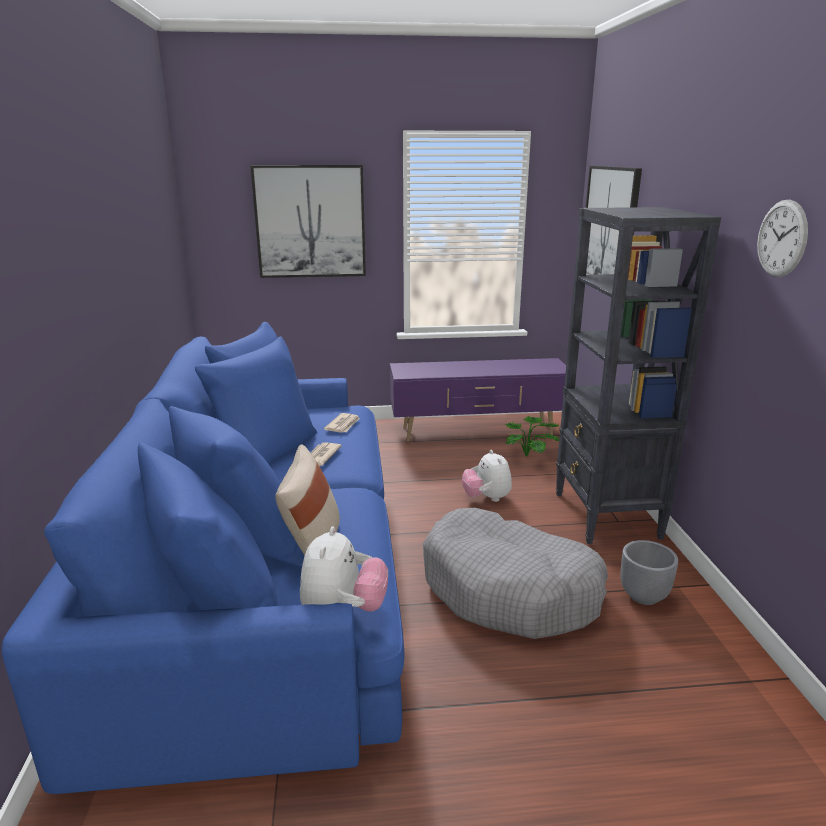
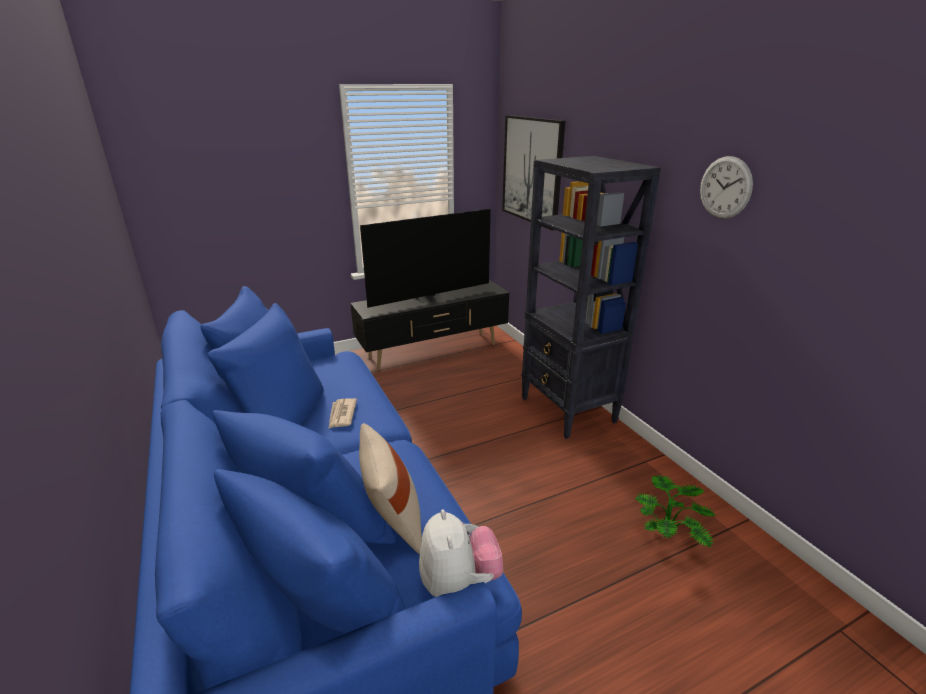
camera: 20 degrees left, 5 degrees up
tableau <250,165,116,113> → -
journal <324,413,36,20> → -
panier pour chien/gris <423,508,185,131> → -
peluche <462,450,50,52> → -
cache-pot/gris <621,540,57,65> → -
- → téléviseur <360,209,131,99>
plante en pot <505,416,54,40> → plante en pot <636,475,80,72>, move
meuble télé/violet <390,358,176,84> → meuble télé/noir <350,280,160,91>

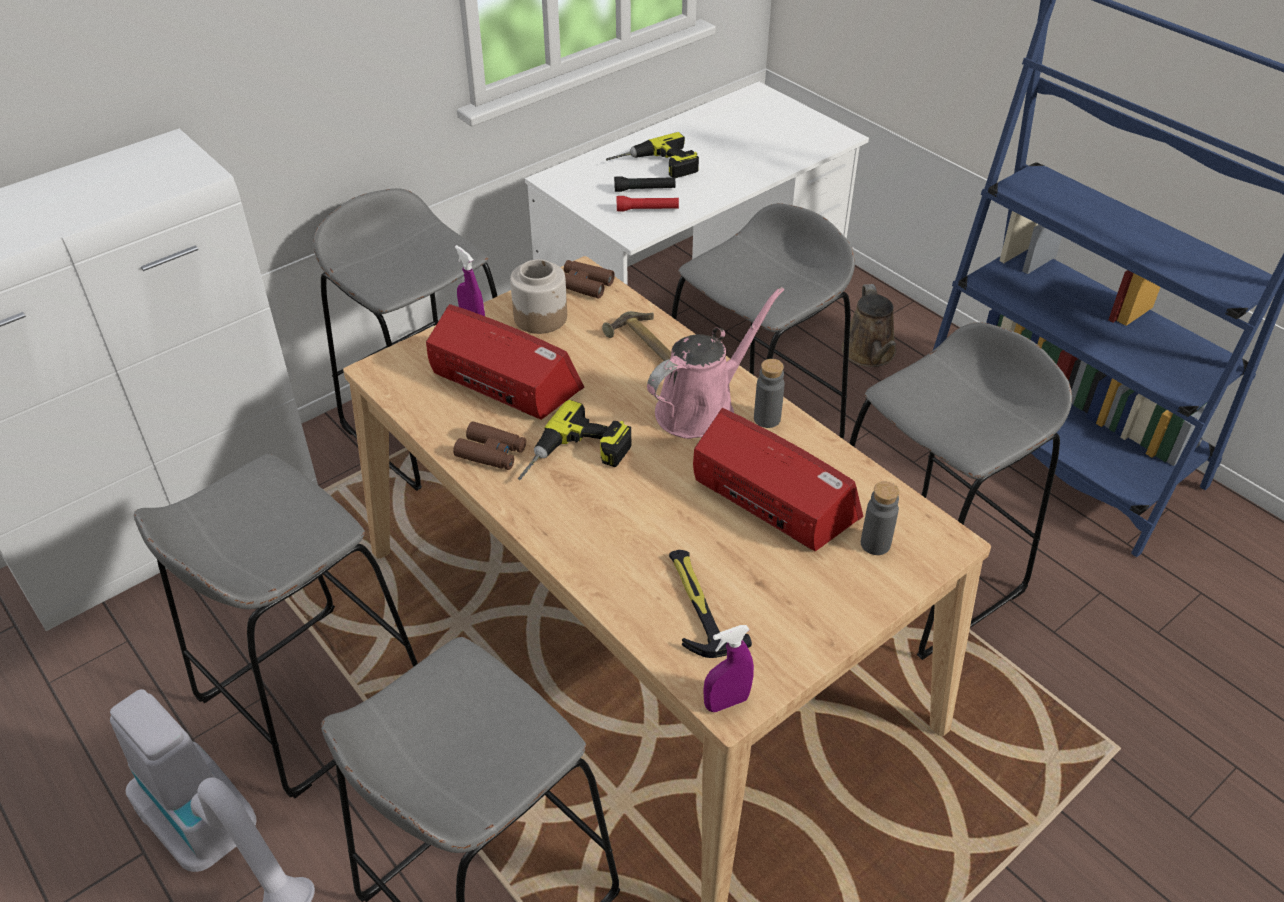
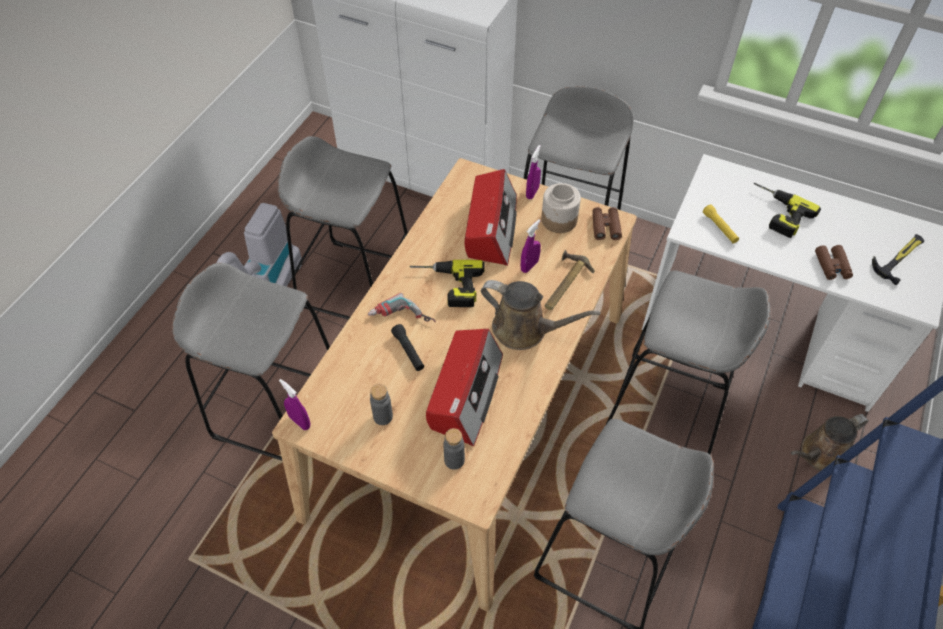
camera: 65 degrees right, 10 degrees up
- → perceuse <368,293,68,29>
- → vaporisateur/violet <520,219,21,54>
jumelles/marron <453,421,73,49> → jumelles/marron <815,245,38,35>, move
lampe de poche/noir <614,176,61,16> → lampe de poche/noir <391,324,33,47>, move
marteau <669,550,83,108> → marteau <872,234,52,51>, move
bouteille/gris <754,359,31,69> → bouteille/gris <370,384,23,41>, move
lampe de poche/rouge <617,196,62,15> → lampe de poche/jaune <703,205,36,39>
arrosoir/rose <647,287,137,152> → arrosoir/marron <481,280,120,70>

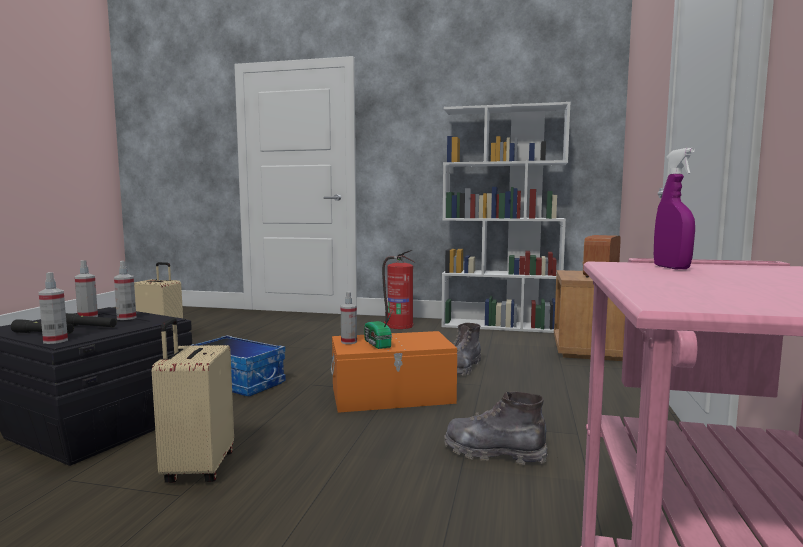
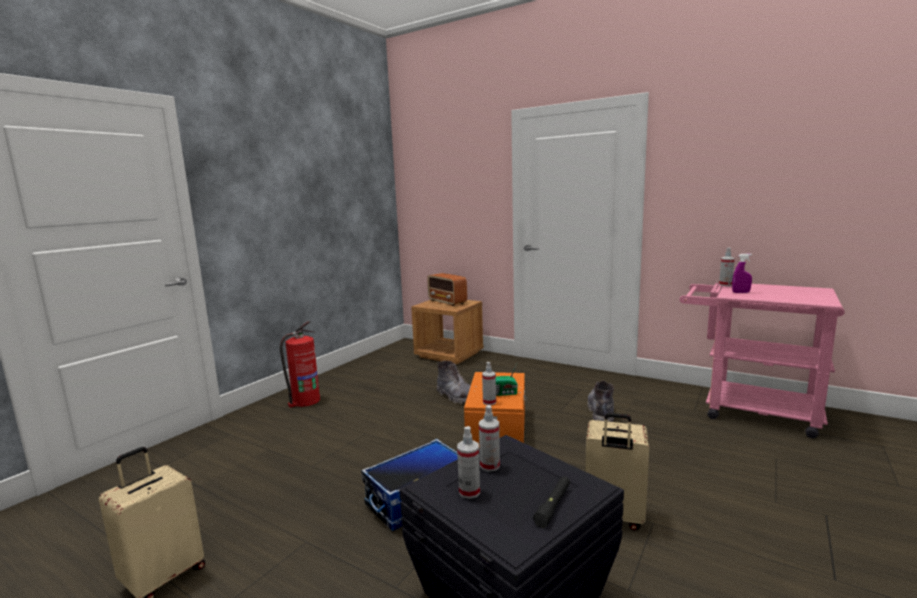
camera: 70 degrees left, 5 degrees up
lampe de poche/noir <66,313,51,14> → -
bibliothèque/blanc <441,102,130,231> → -
vaporisateur <39,272,29,72> → vaporisateur <719,248,16,38>, move
botte/gris <444,392,104,73> → botte/gris <587,380,27,42>, 150 degrees clockwise

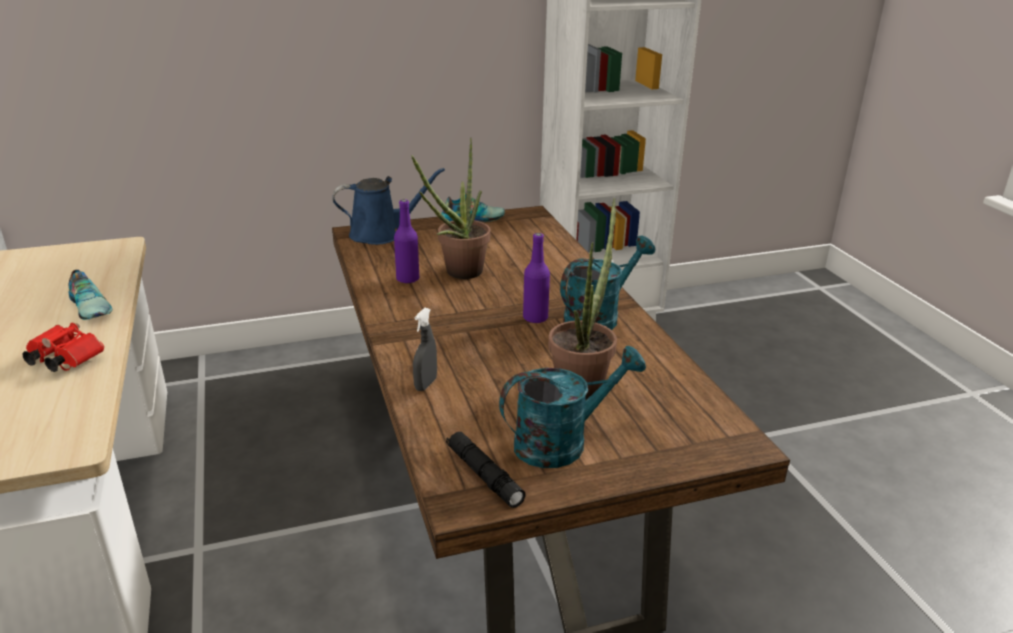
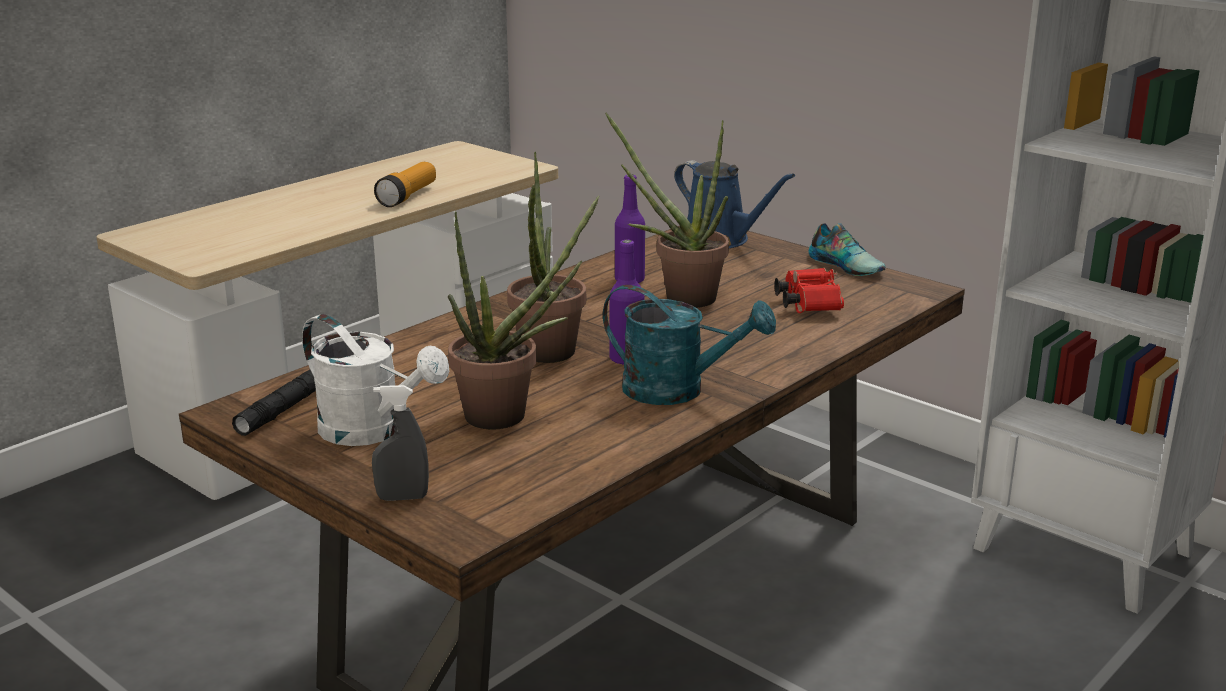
camera: 60 degrees right, 5 degrees down
- → plante en pot <507,152,79,211>
jumelles/rouge <22,323,82,49> → jumelles/rouge <774,268,70,45>, move
vaporisateur/gris <413,308,24,83> → vaporisateur/gris <372,385,57,116>, move
chaussure <68,270,45,50> → lampe de poche <374,162,62,45>
arrosoir/turquoise <499,346,147,122> → arrosoir/blanc <302,314,147,132>

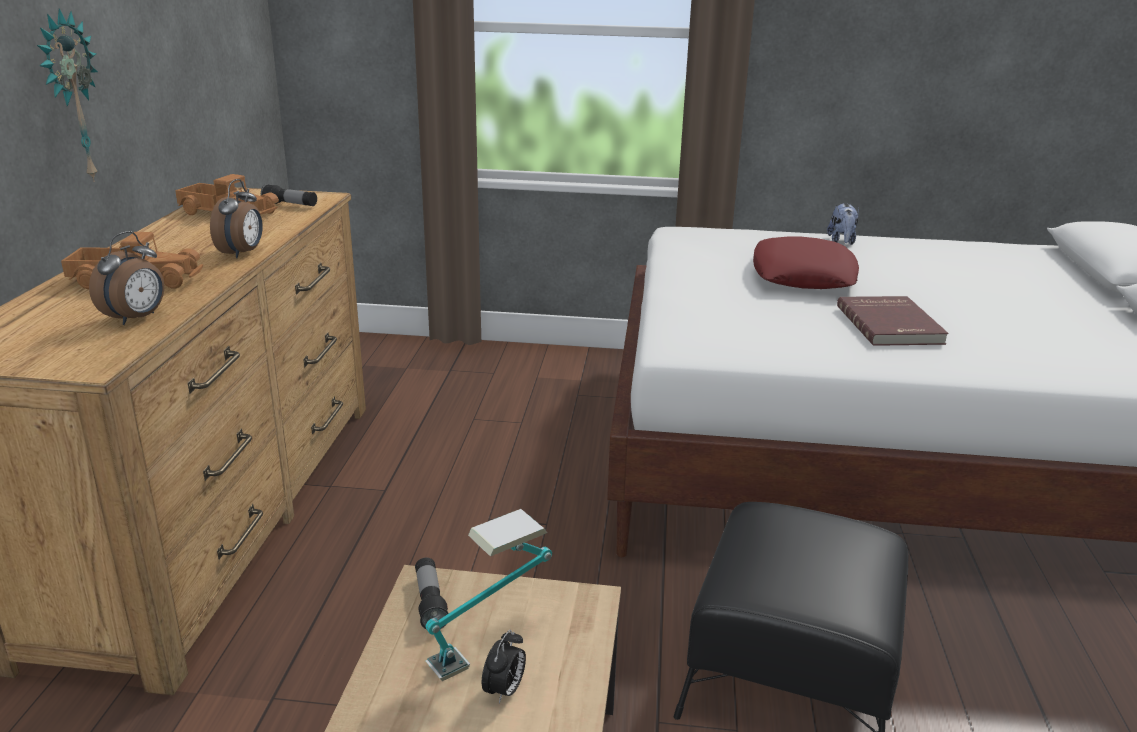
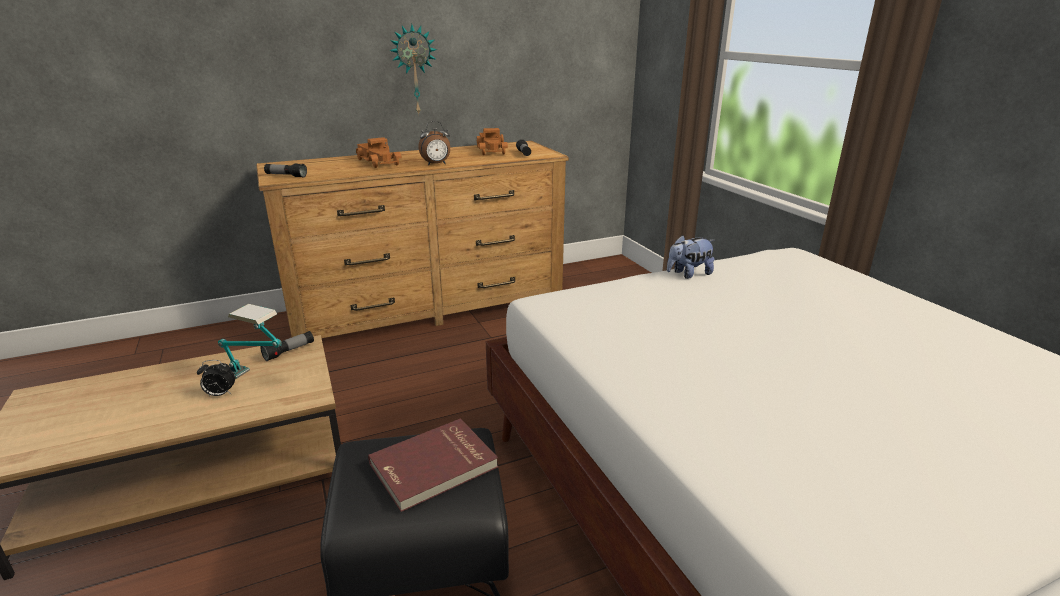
camera: 60 degrees right, 0 degrees up
réveil <89,231,75,94> → -
coussin/rouge <753,236,106,53> → -
- → lampe de poche <264,164,43,13>
peluche <827,203,32,42> → peluche <667,235,47,44>, move
livre/rouge <837,296,112,50> → livre/rouge <368,418,130,94>, move

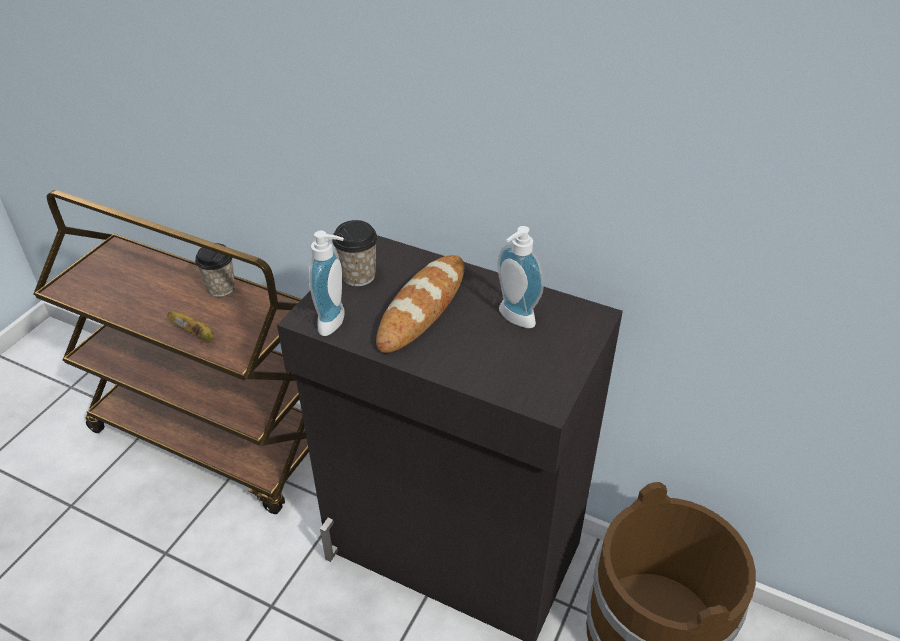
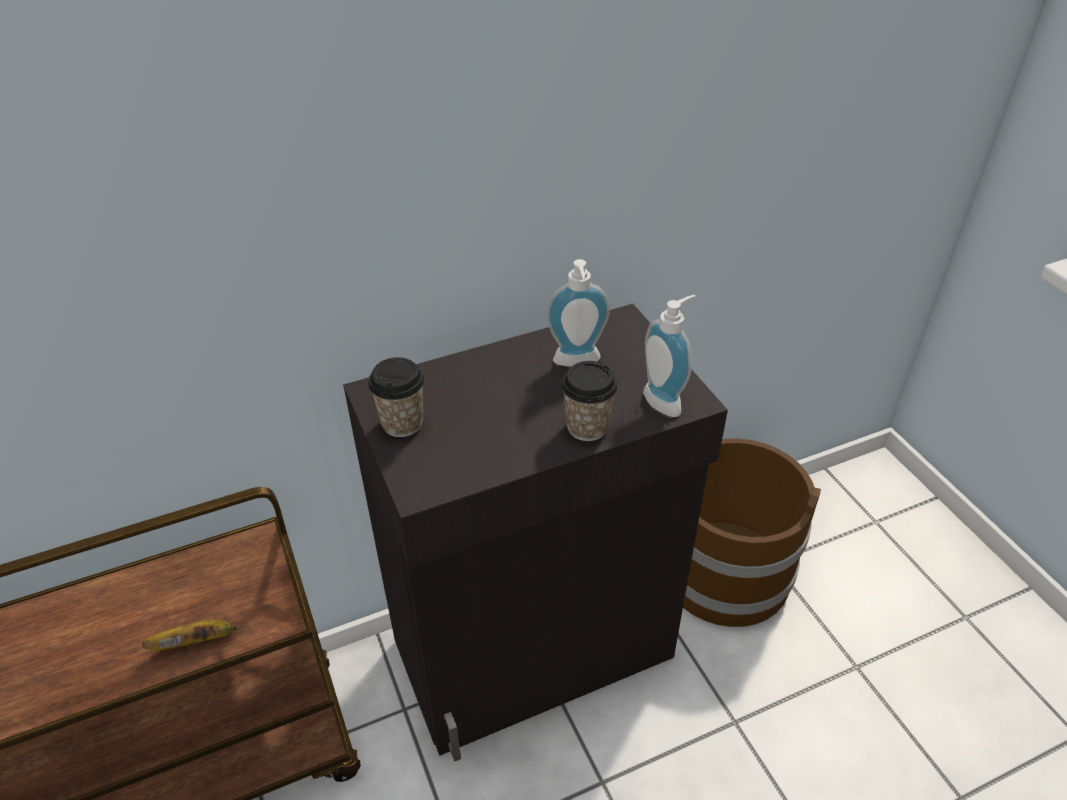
camera: 50 degrees left, 0 degrees up
pain <376,255,88,98> → -
tasse <195,243,40,54> → tasse <561,361,56,80>, move
distributeur de savon <309,231,36,105> → distributeur de savon <643,295,53,122>, move

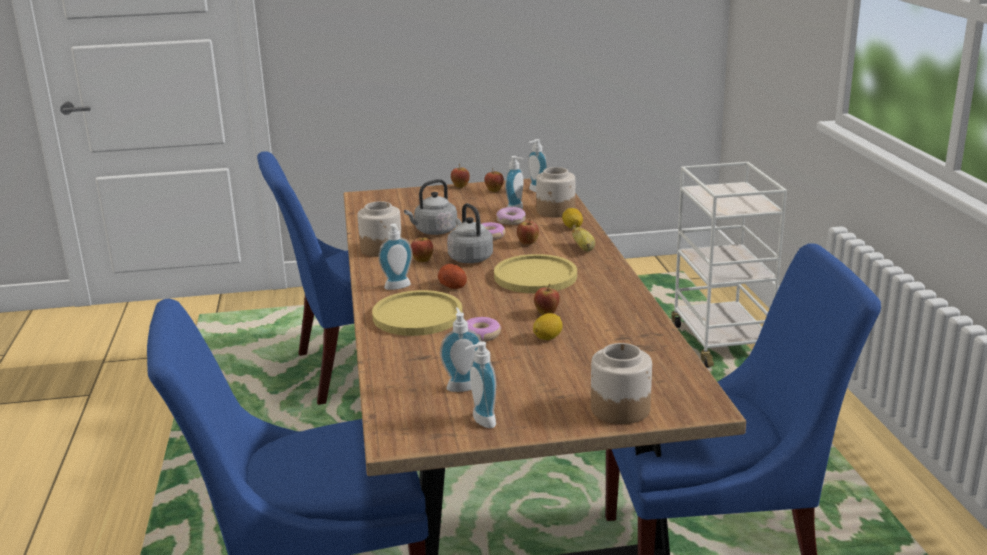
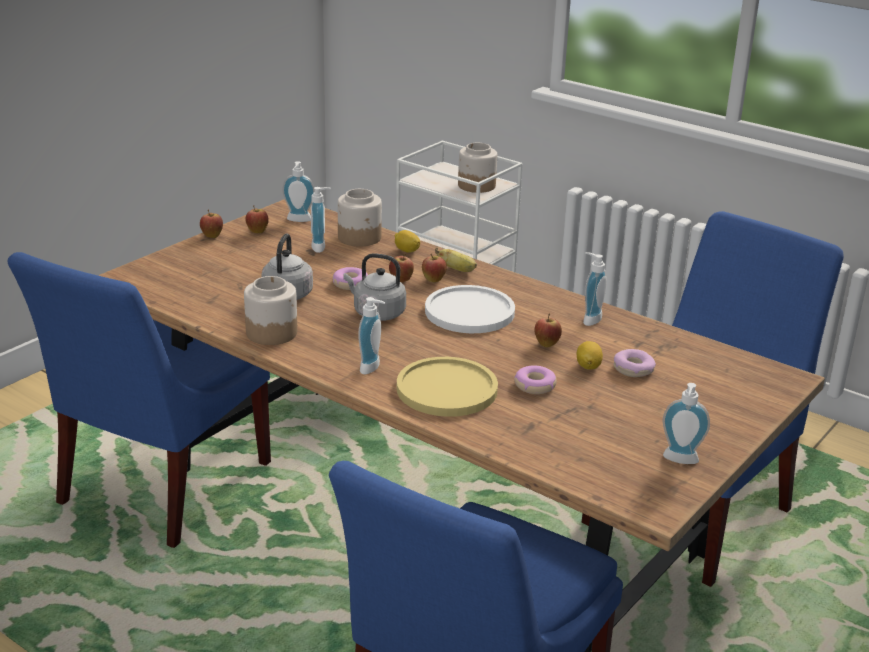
camera: 45 degrees left, 5 degrees up
pomme de terre <438,264,29,25> → -
pomme <411,234,22,28> → pomme <422,254,25,28>, move
distributeur de savon <440,307,41,85> → distributeur de savon <583,252,24,74>, move
beignet <496,207,30,18> → beignet <614,349,42,28>, move
bocal <591,343,61,81> → bocal <458,143,39,50>, move
assiette/jaune <494,254,83,39> → assiette/blanc <425,285,90,48>

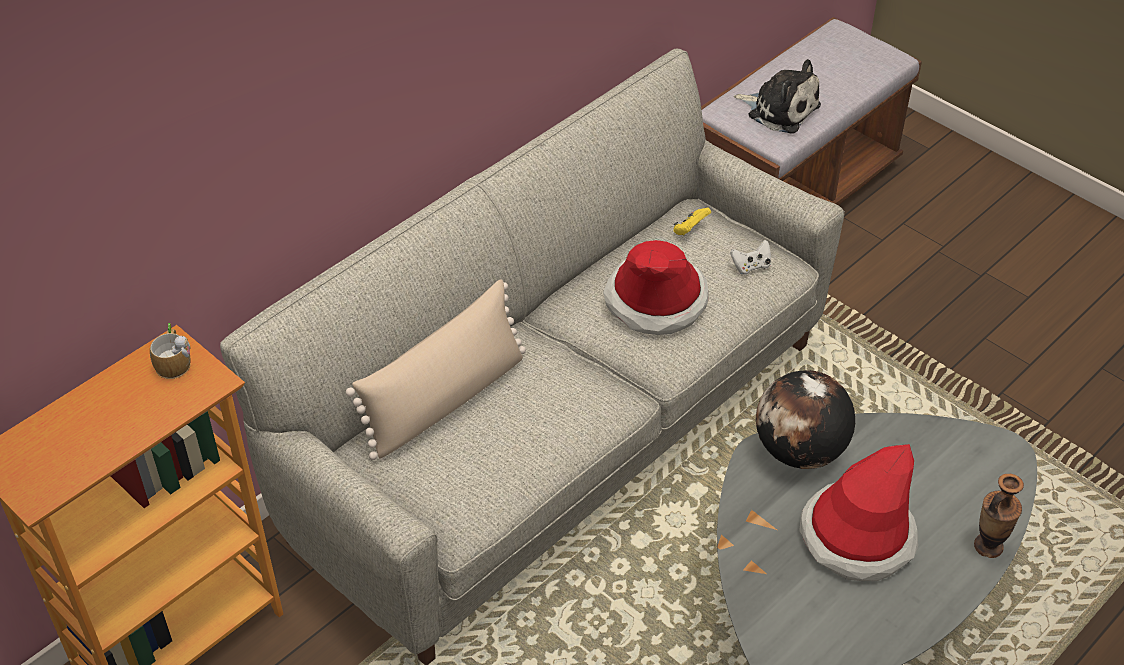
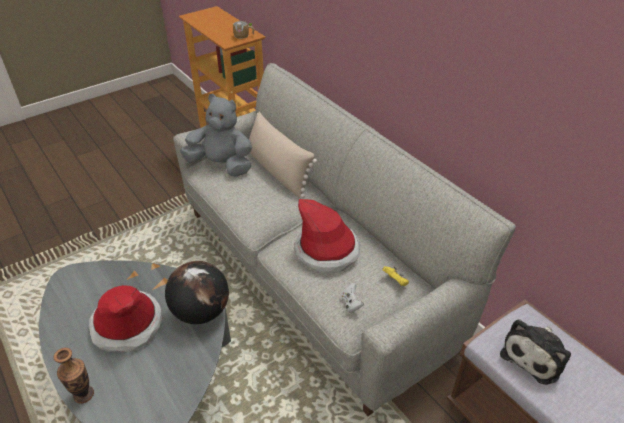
camera: 100 degrees right, 5 degrees down
- → peluche/gris <180,94,72,83>

